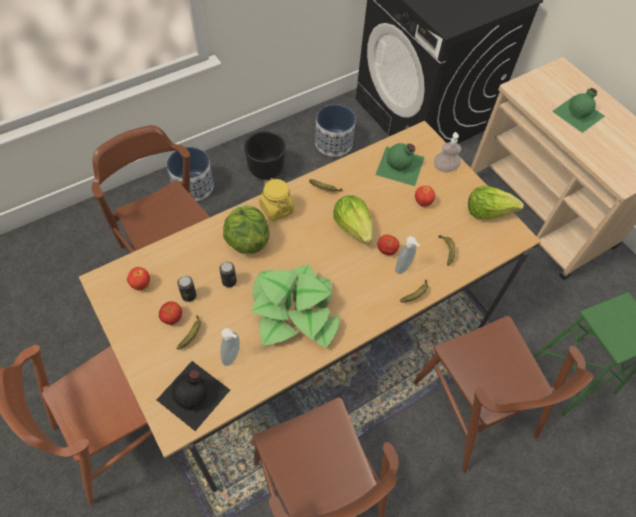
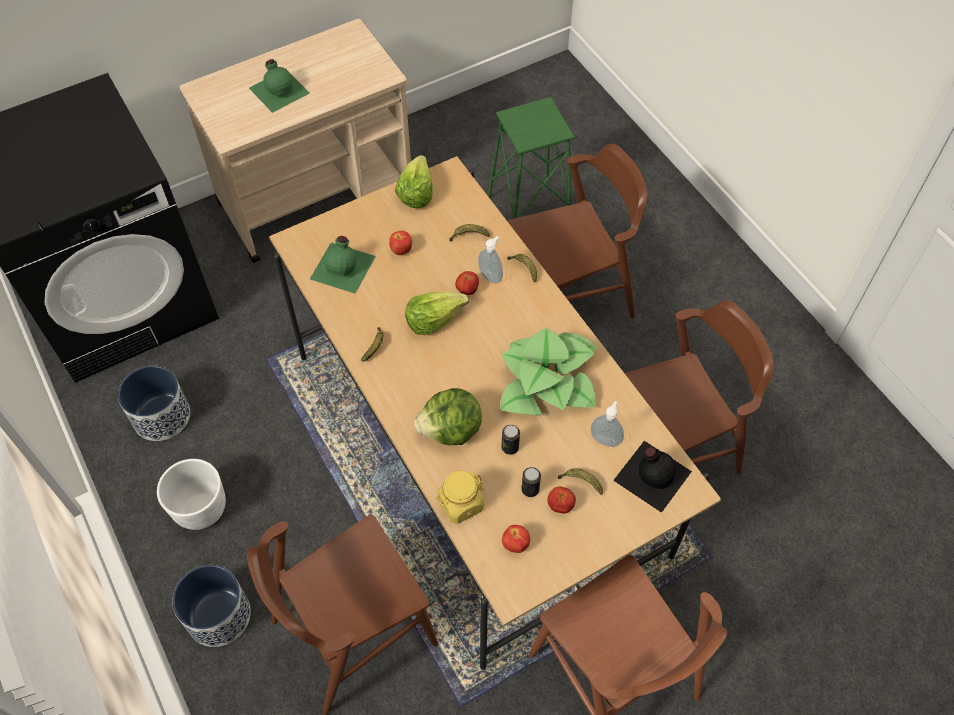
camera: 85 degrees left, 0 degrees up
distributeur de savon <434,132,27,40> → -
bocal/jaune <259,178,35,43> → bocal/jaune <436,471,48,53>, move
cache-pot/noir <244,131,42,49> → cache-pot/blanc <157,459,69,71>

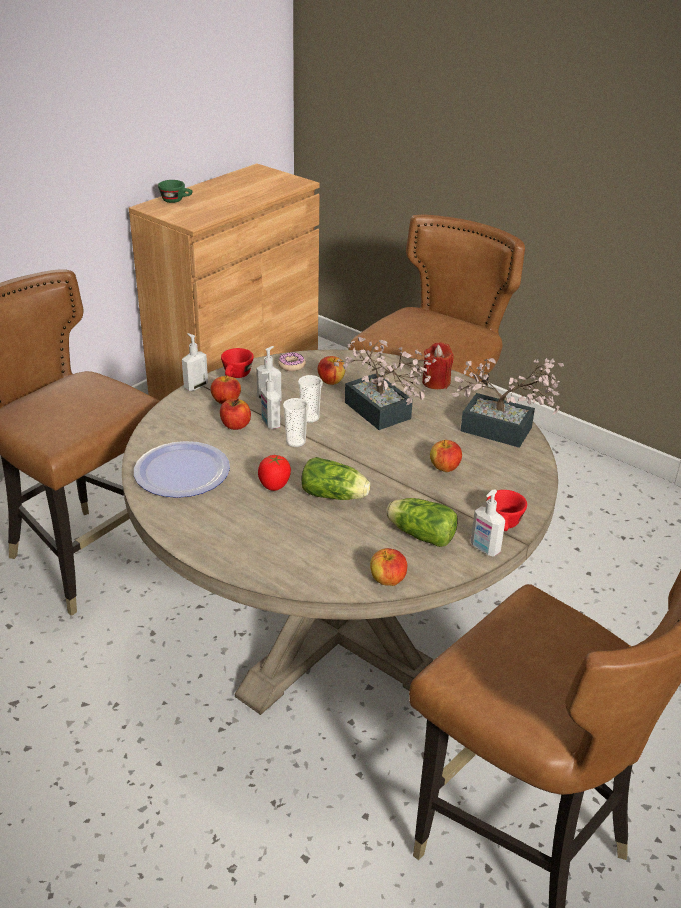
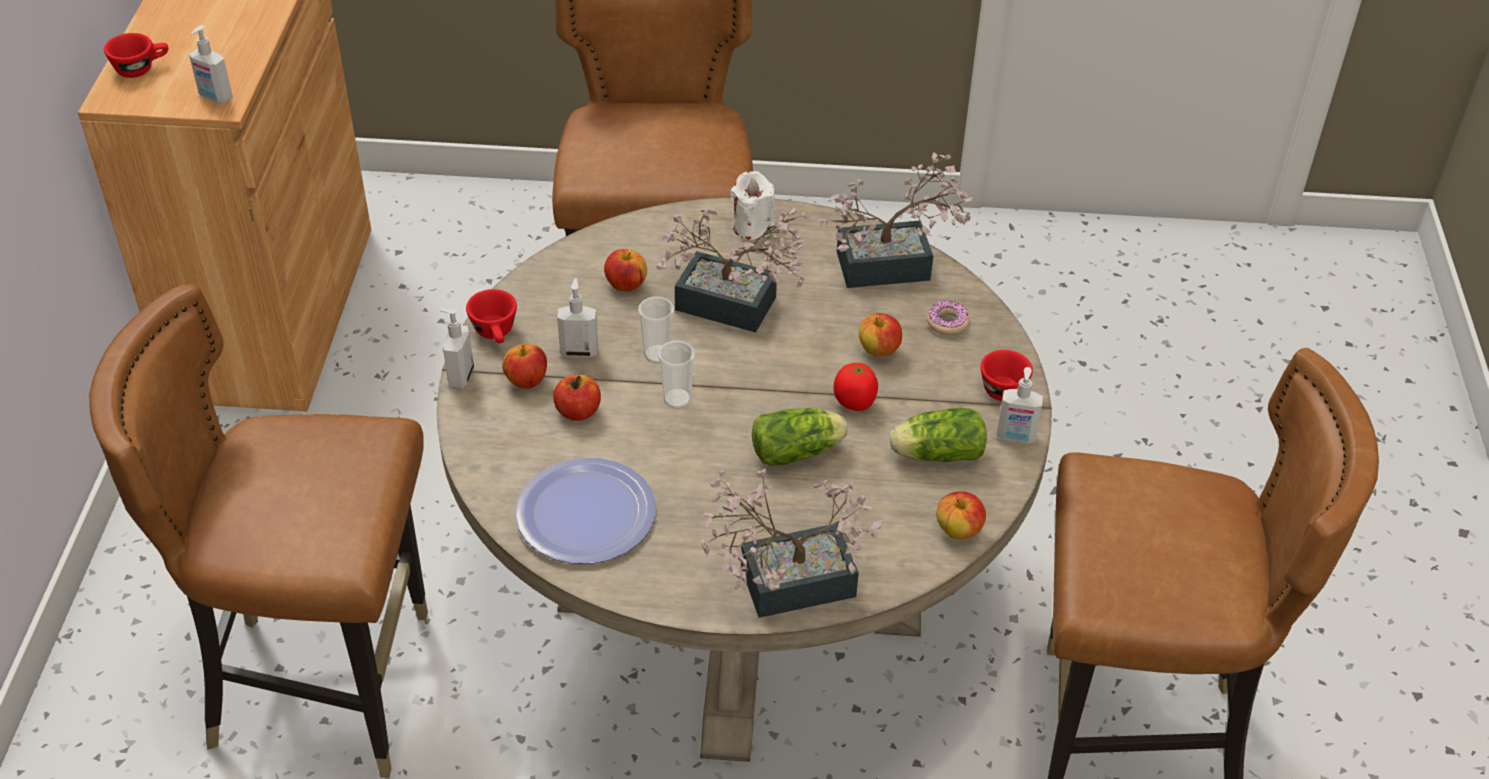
camera: 35 degrees left, 10 degrees up
- → plante en pot <701,468,181,150>
tomate <258,455,33,36> → tomate <833,363,45,48>, move
distributeur de savon <261,370,20,59> → distributeur de savon <189,25,44,78>, move
beignet <278,352,28,19> → beignet <927,301,43,34>, move
tasse/vert <158,180,34,23> → tasse/rouge <104,33,64,45>
bougie/rouge <422,342,32,47> → bougie/blanc <730,171,45,69>

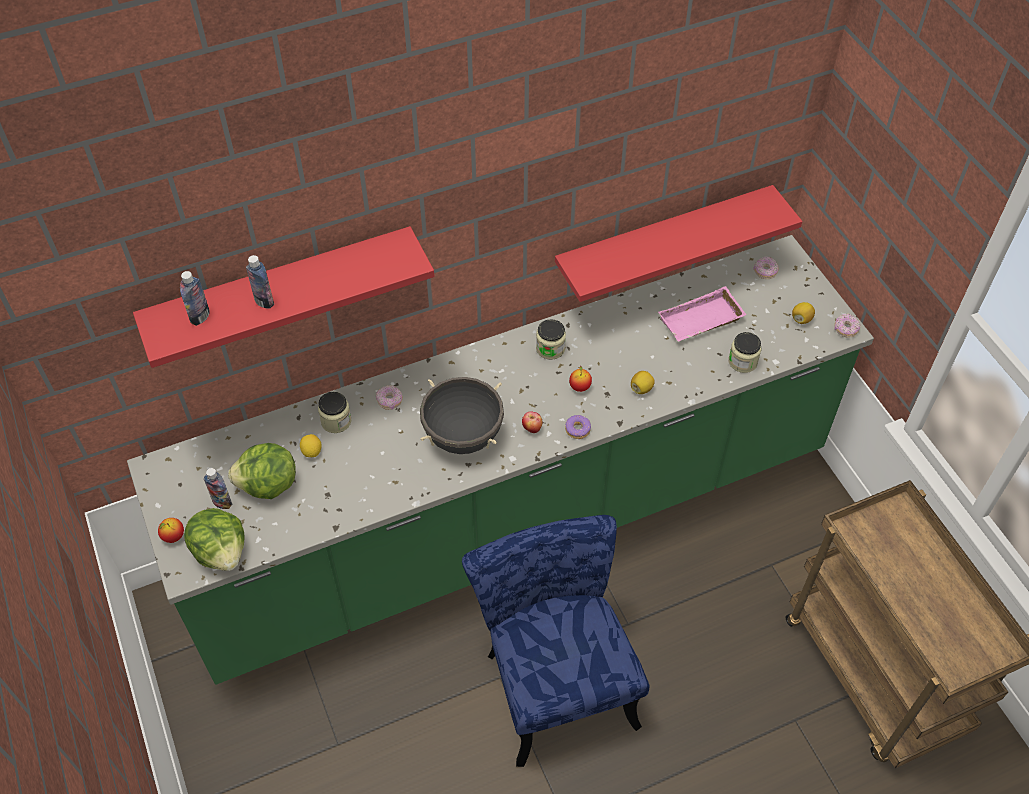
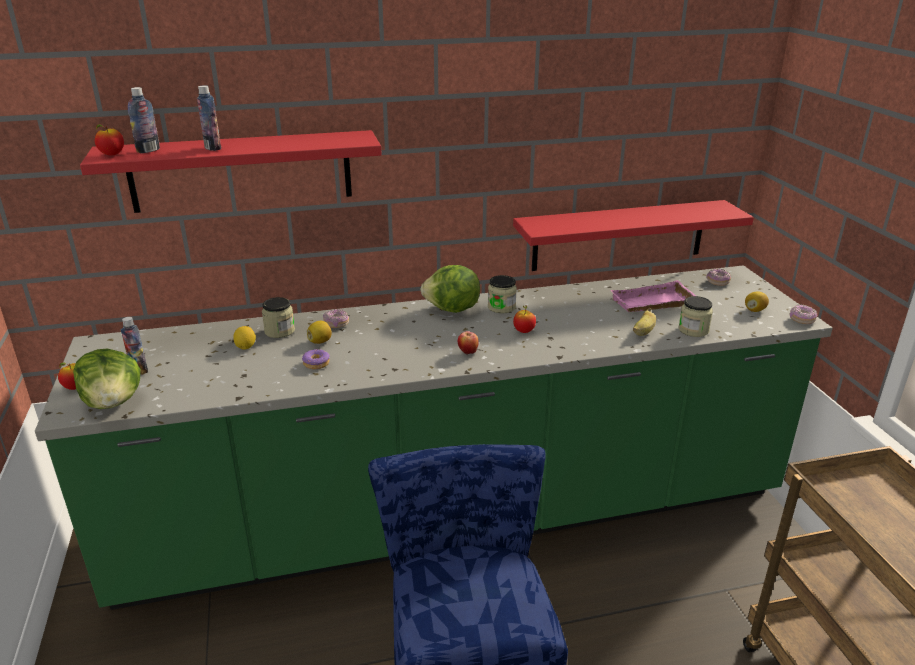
camera: 10 degrees right, 25 degrees down
marmite/noir <420,377,84,77> → -
- → pomme <95,124,29,32>
- → banane <633,308,23,28>
laitue <228,443,68,56> → laitue <420,265,60,48>, move
beignet <565,415,26,24> → beignet <302,349,28,20>, move
citron <631,371,24,23> → citron <307,321,24,23>, move

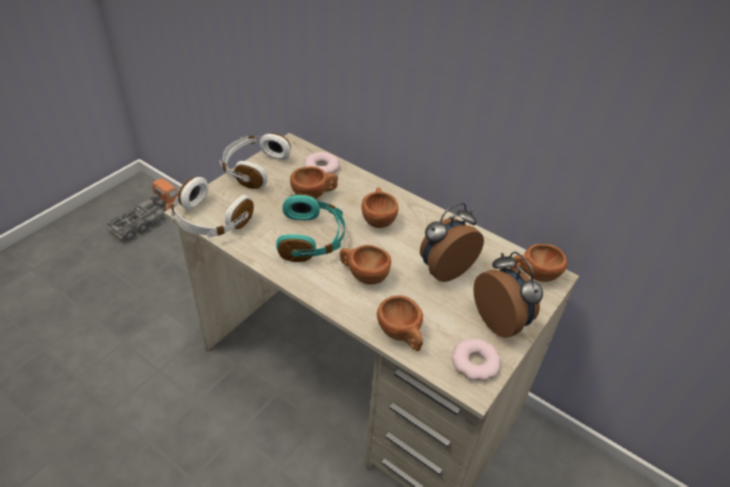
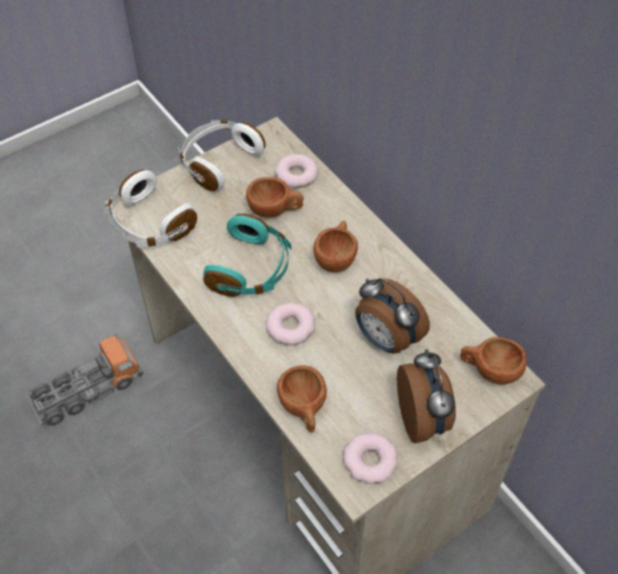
camera: 20 degrees right, 10 degrees up
camion jouet <106,178,73,63> → camion jouet <27,333,116,93>, move
tasse/marron <340,245,51,40> → beignet <266,302,49,43>
réveil <420,203,64,79> → réveil <355,278,75,76>, 120 degrees counterclockwise

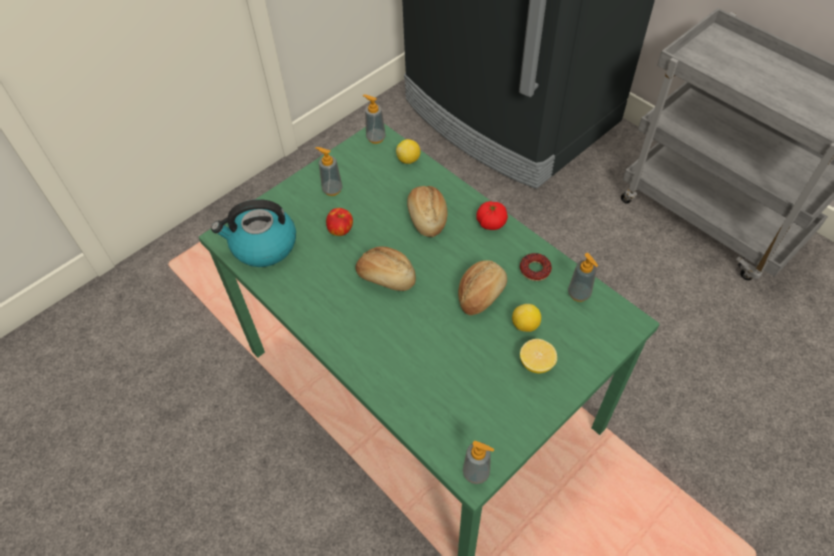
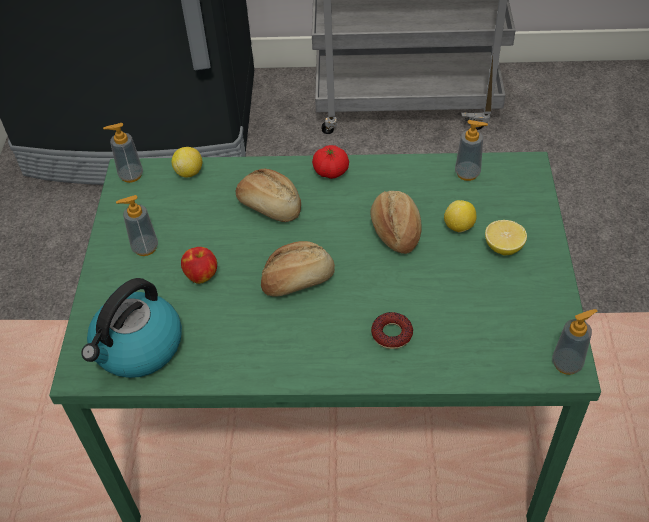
camera: 45 degrees left, 5 degrees down
beignet <520,253,32,28> → beignet <371,312,42,37>, move

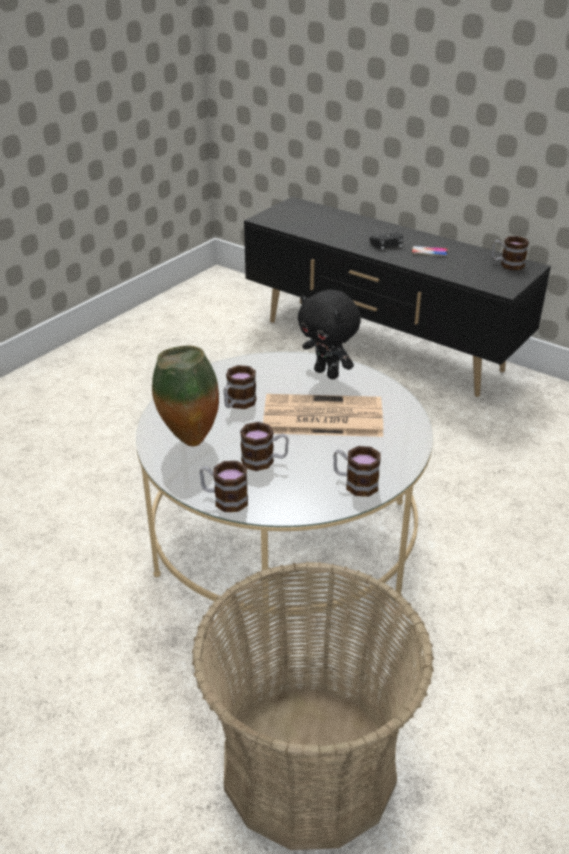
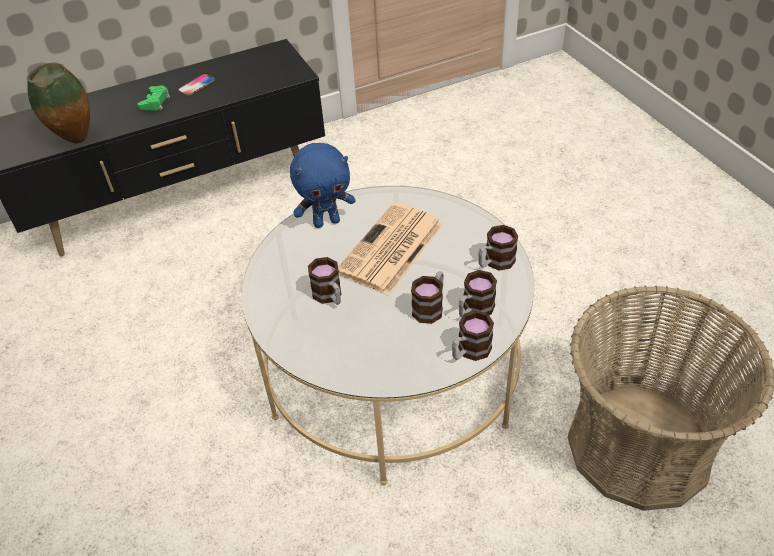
camera: 60 degrees left, 10 degrees up
vase <152,345,67,101> → vase <27,63,63,81>, move
mug <492,236,37,34> → mug <459,270,38,47>, move
peluche/noir <298,289,63,90> → peluche/bleu <290,143,65,85>
manette/noir <370,232,33,18> → manette/vert <138,85,32,26>

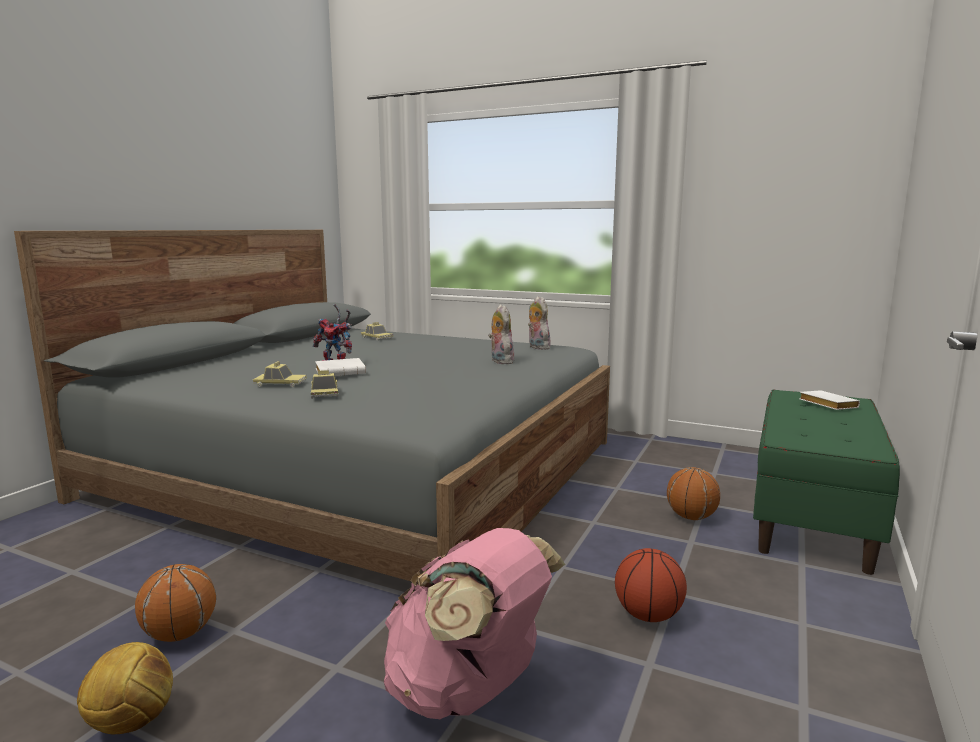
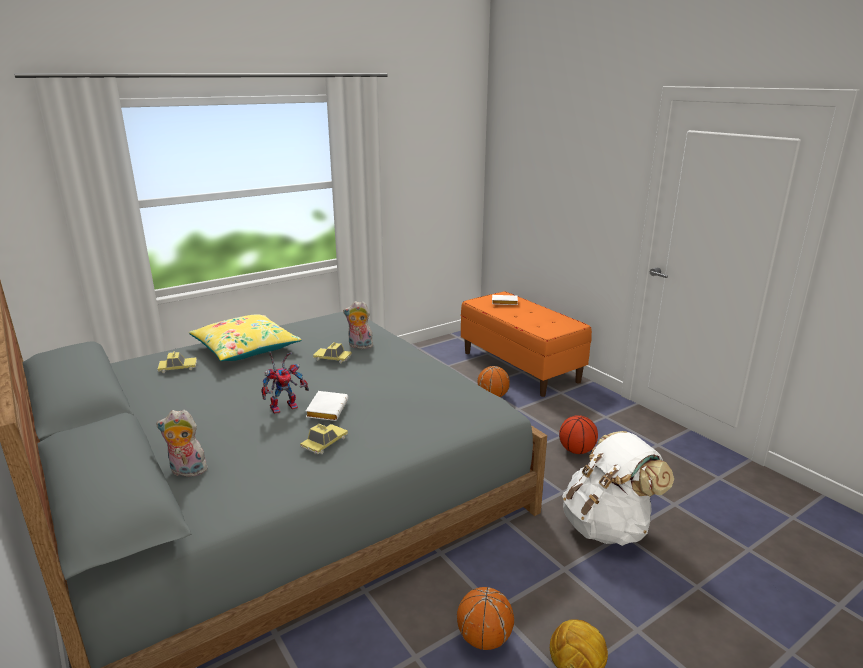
camera: 60 degrees left, 10 degrees up
- → coussin/jaune <189,314,113,47>
petite voiture <311,370,28,29> → petite voiture <313,342,39,21>, move
peluche <528,296,22,54> → peluche <156,410,52,67>, move
sac à dos/rose <384,528,181,191> → sac à dos/blanc <562,431,112,115>
banc/vert <753,390,147,185> → banc/orange <461,291,131,106>

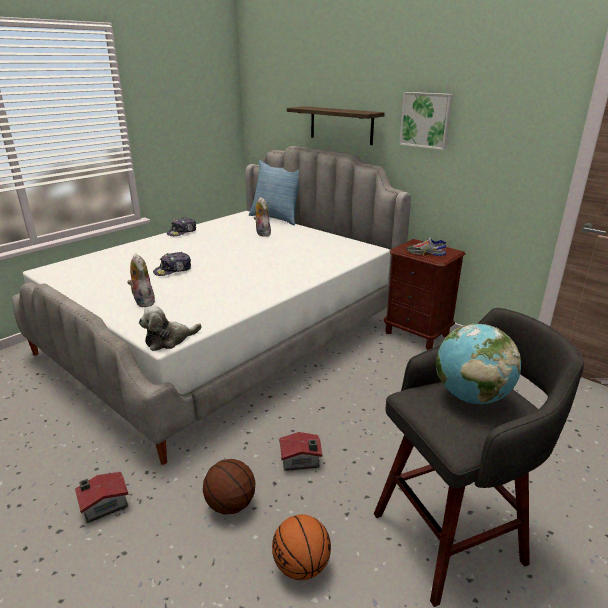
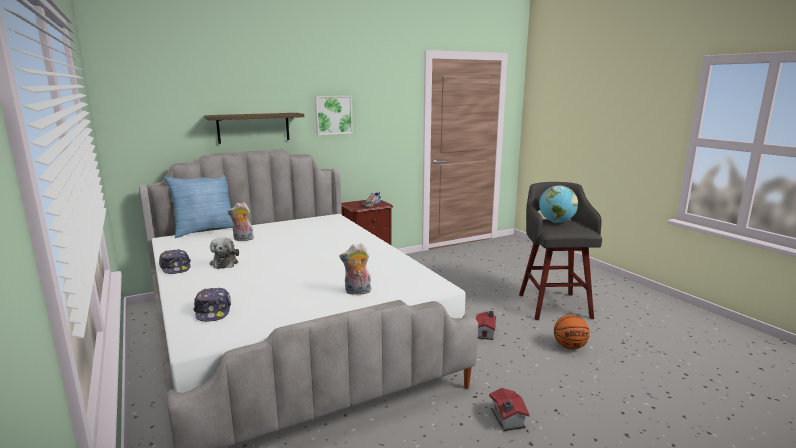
camera: 70 degrees left, 10 degrees down
ballon de basket <203,459,52,55> → -
peluche <139,306,63,45> → peluche <210,237,29,32>, move
casquette <153,252,38,24> → casquette <193,288,38,34>, move

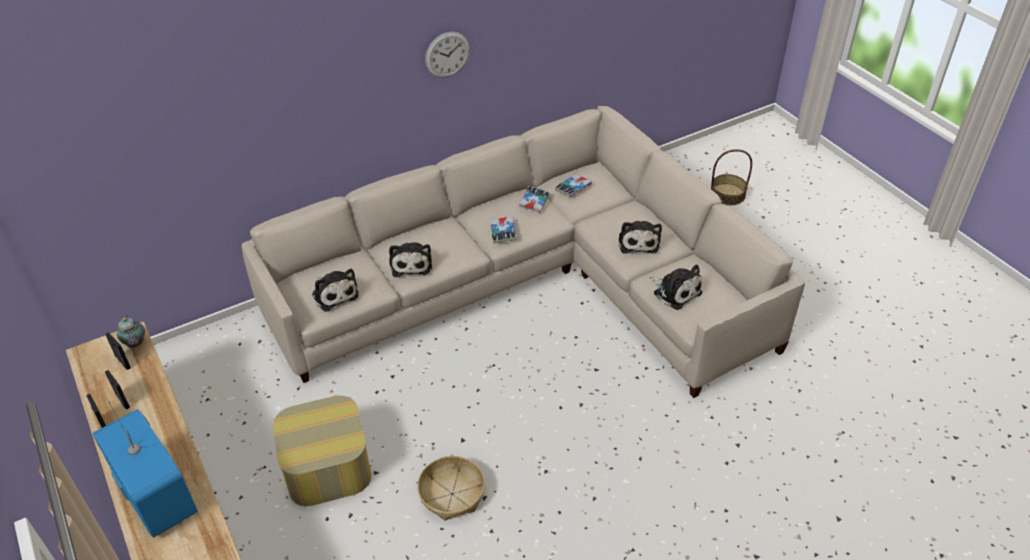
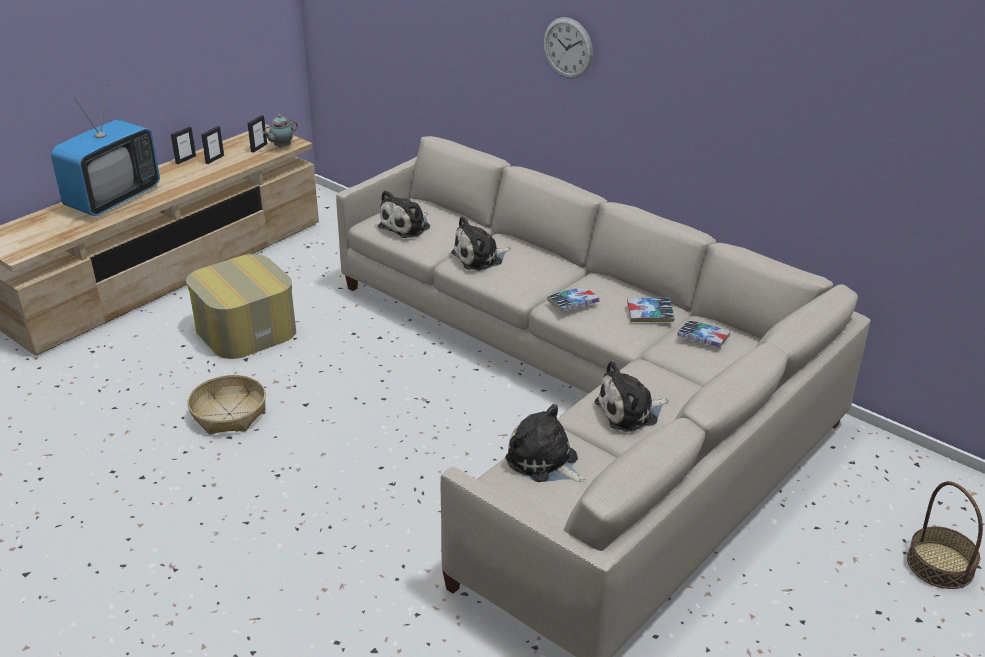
camera: 70 degrees right, 10 degrees down
horloge murale <425,32,45,46> → horloge murale <543,17,50,62>, move
peluche <650,264,52,46> → peluche <505,404,81,79>, 105 degrees clockwise

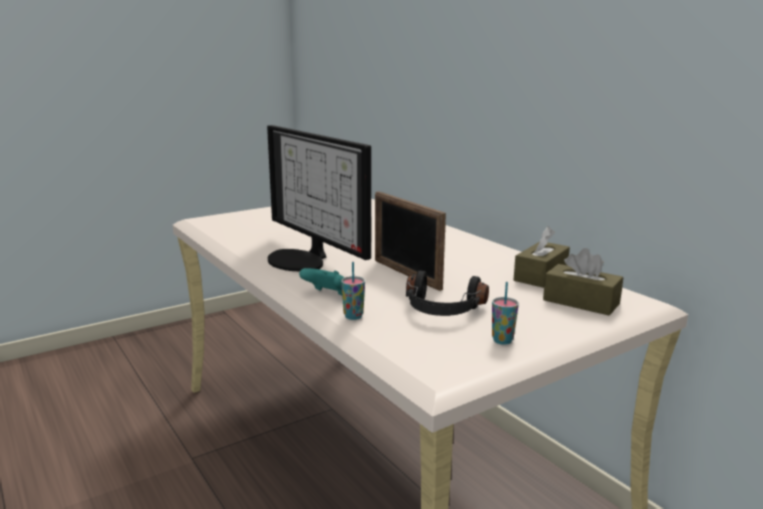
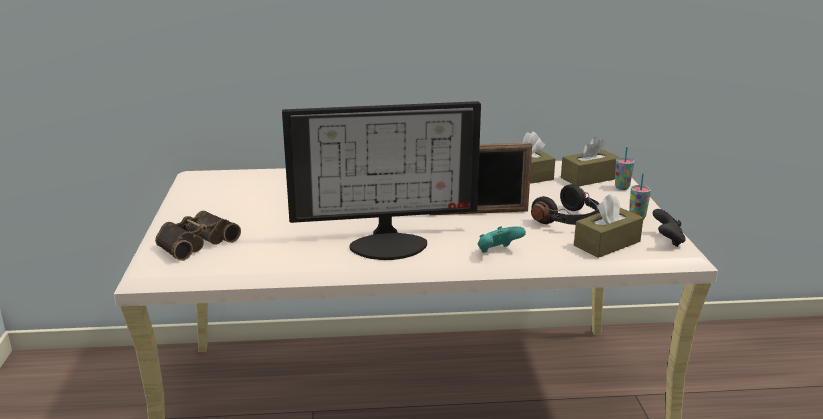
camera: 60 degrees left, 5 degrees up
- → jumelles <155,211,86,50>
- → boîte à mouchoirs/marron <574,193,69,65>
- → manette/noir <653,209,33,38>
tasse <341,262,24,58> → tasse <615,147,20,43>, move

